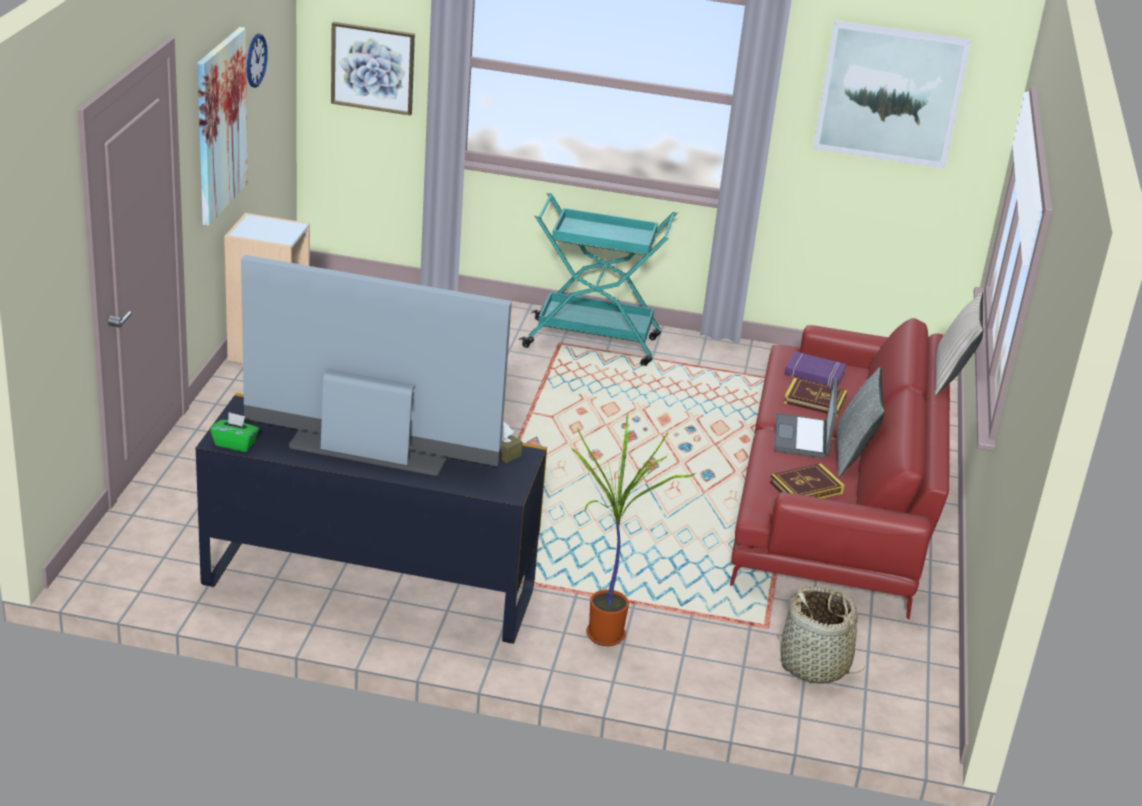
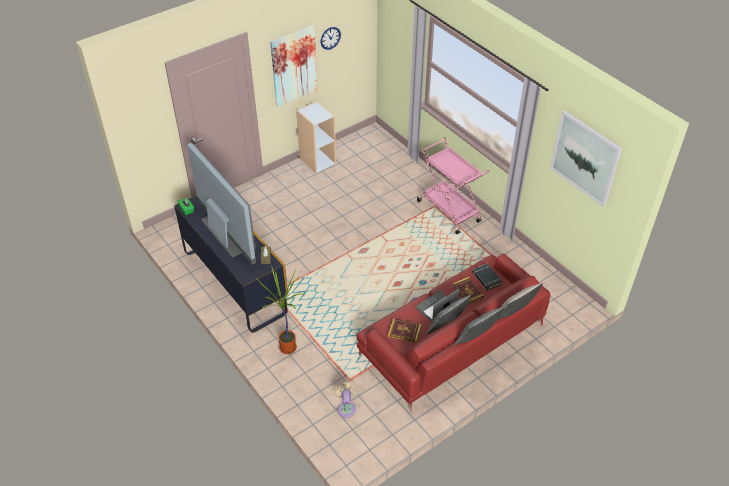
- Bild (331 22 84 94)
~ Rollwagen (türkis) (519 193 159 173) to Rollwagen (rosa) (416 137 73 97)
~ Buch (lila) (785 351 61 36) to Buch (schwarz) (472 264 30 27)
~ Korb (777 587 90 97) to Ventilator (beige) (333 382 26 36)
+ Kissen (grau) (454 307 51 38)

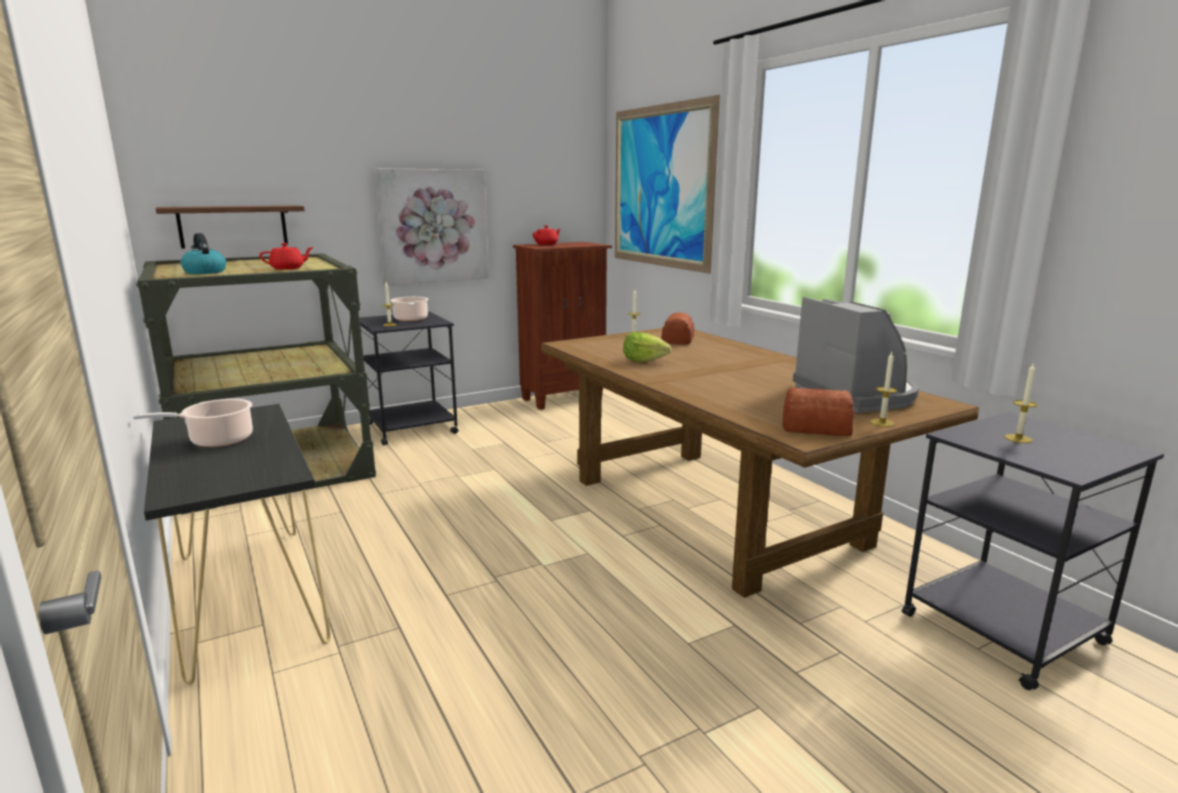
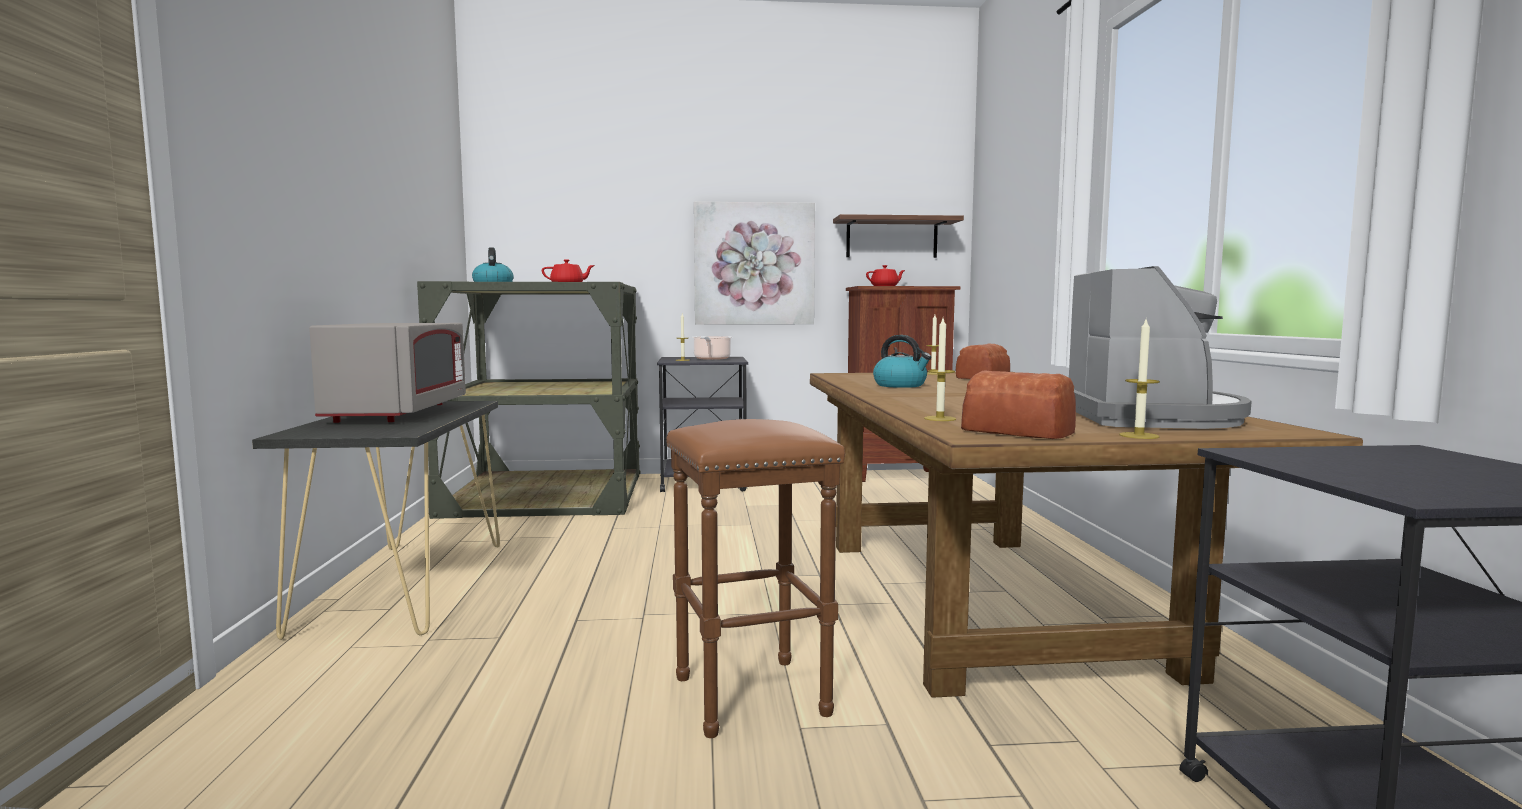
- Bild (615 95 105 179)
~ Wandregal (155 205 150 44) to (833 214 131 44)
~ Salatkopf (623 332 48 30) to Wasserkessel (873 335 58 53)
~ Kerze (1005 362 32 81) to (924 318 32 103)
~ Kochtopf (133 399 120 48) to Mikrowelle (grau) (309 323 157 100)
+ Hocker (braun) (666 419 179 319)

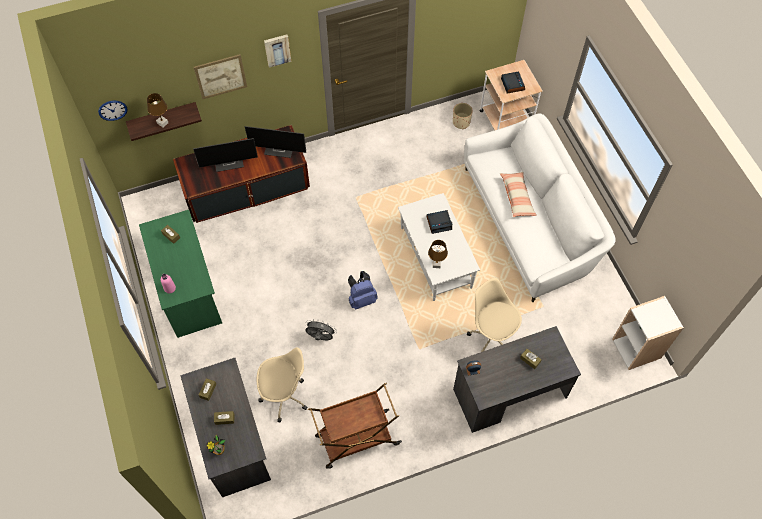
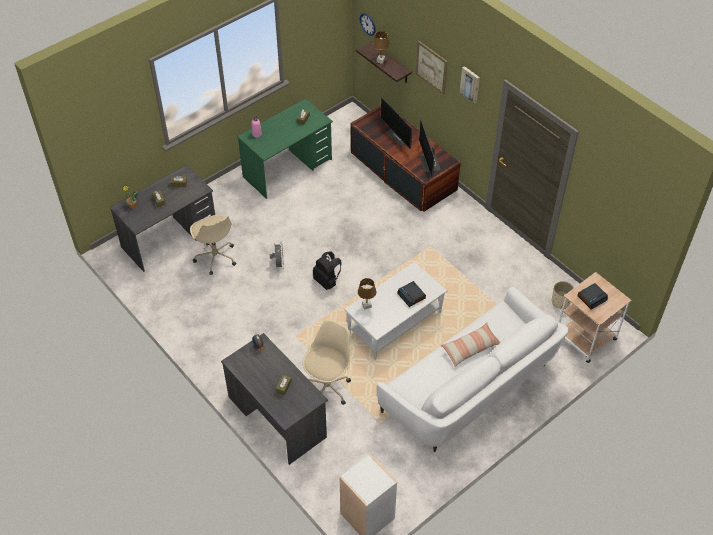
~ Rucksack (blau) (348 271 30 38) to Rucksack (schwarz) (313 251 29 39)
- Rollwagen (braun) (308 383 94 86)

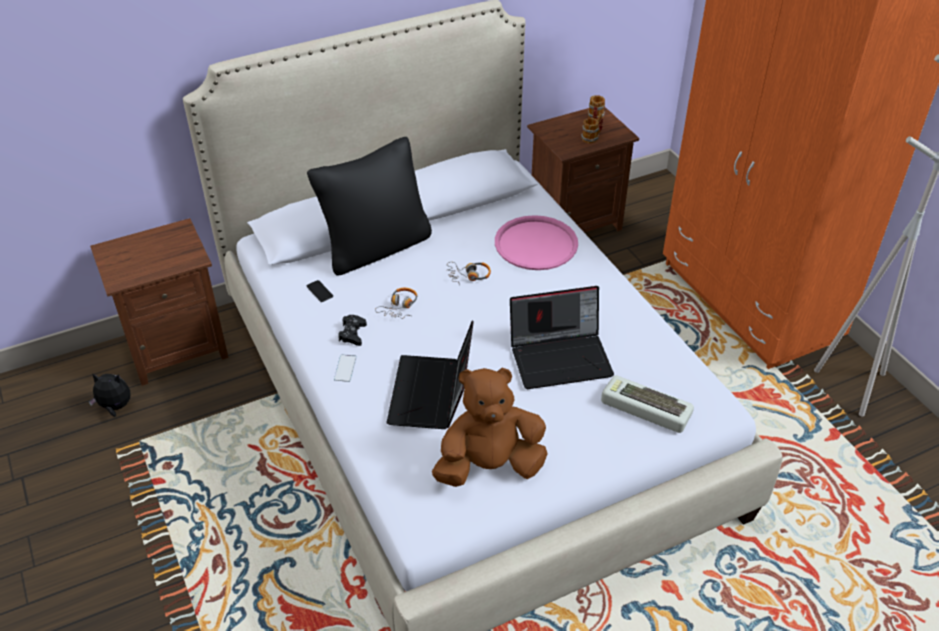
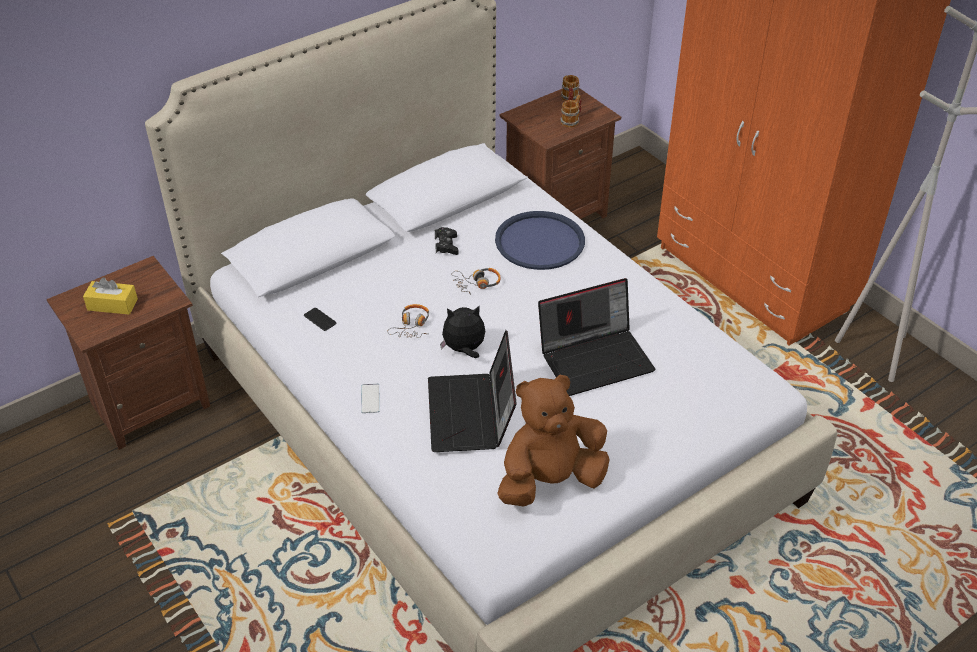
- Kissen (schwarz) (307 137 125 139)
~ Tablett (rosa) (495 215 83 55) to Tablett (blau) (495 211 90 59)
~ Gamepad (schwarz) (338 315 29 31) to (435 227 24 28)
~ Plüschtier (88 373 42 44) to (440 306 45 52)
- Tastatur (601 376 93 57)
+ Taschentuchbox (gelb) (83 277 55 38)

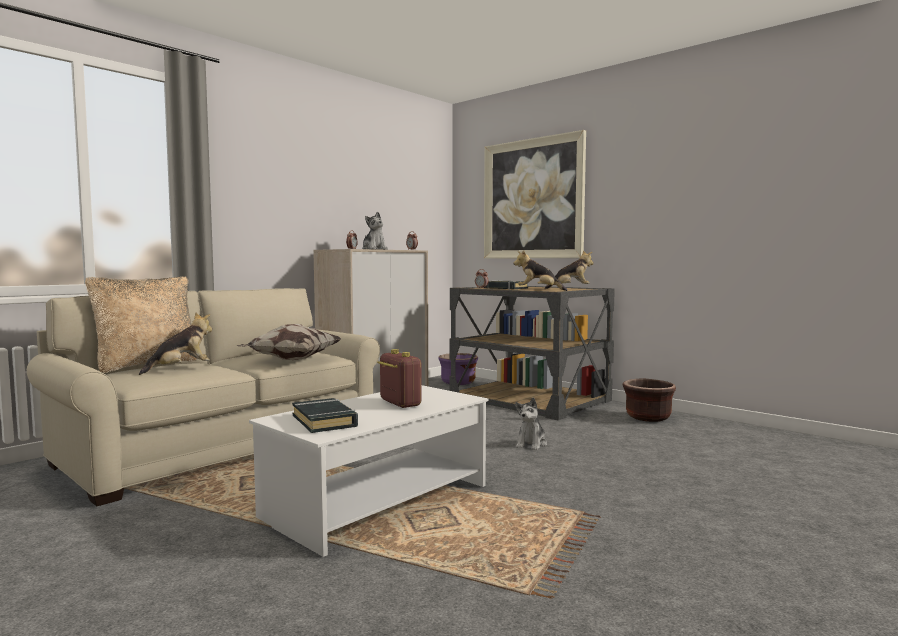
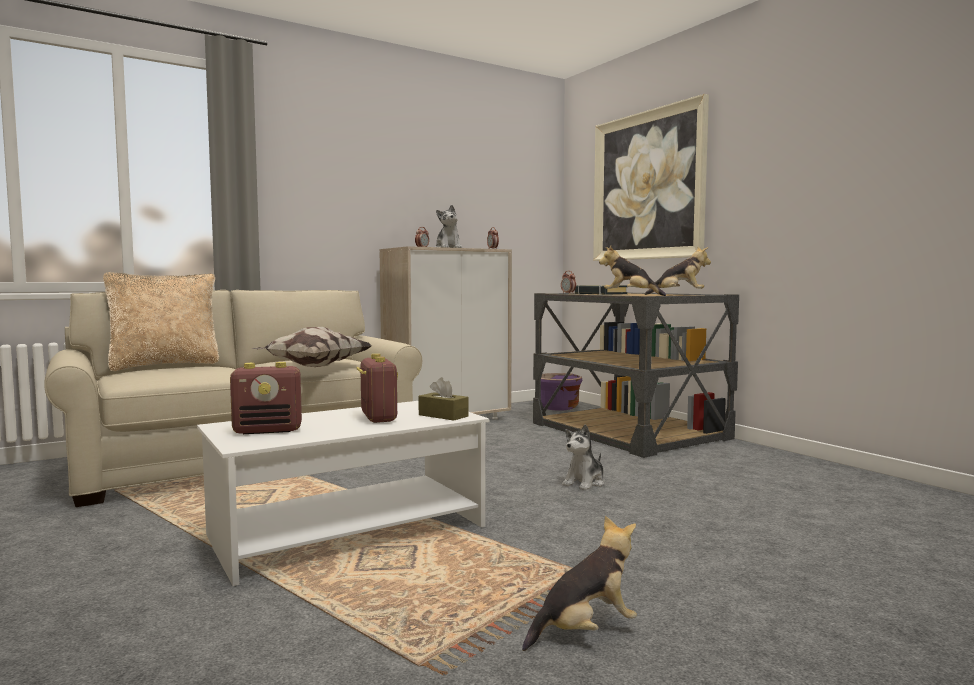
~ Plüschtier (139 312 73 63) to (522 516 115 135)
- Pflanzkübel (braun) (623 379 53 43)
~ Buch (schwarz) (292 398 66 35) to Radio (230 362 72 72)
+ Taschentuchbox (braun) (418 377 51 44)

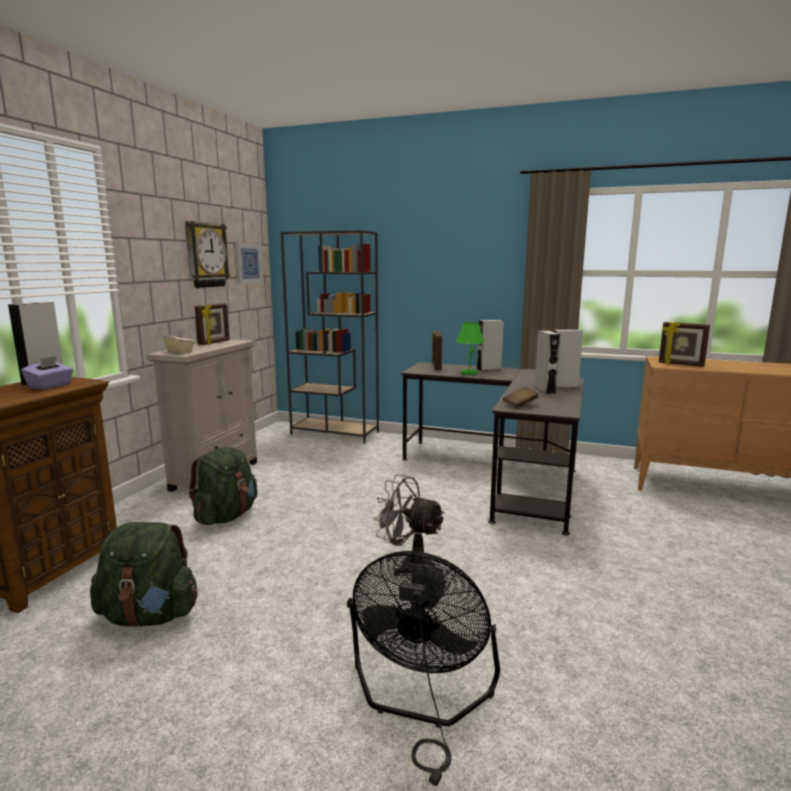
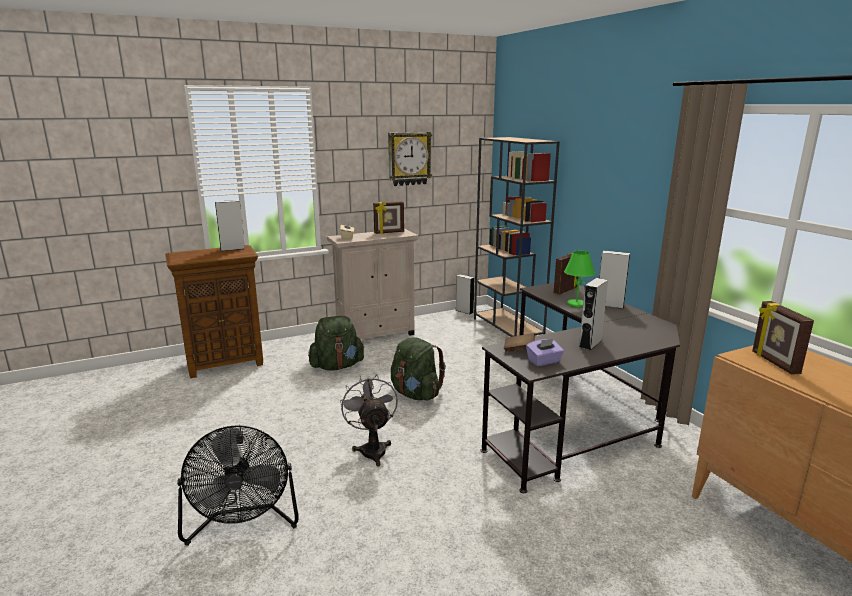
- Bild (235 242 28 42)
~ Lautsprecher (grau) (553 329 30 59) to (455 274 20 40)
~ Taschentuchbox (lila) (21 356 52 34) to (526 338 38 28)
~ Rucksack (grün) (90 522 108 105) to (391 337 55 64)
~ Ventilator (schwarz) (347 551 153 235) = (177 425 122 121) 105 degrees clockwise

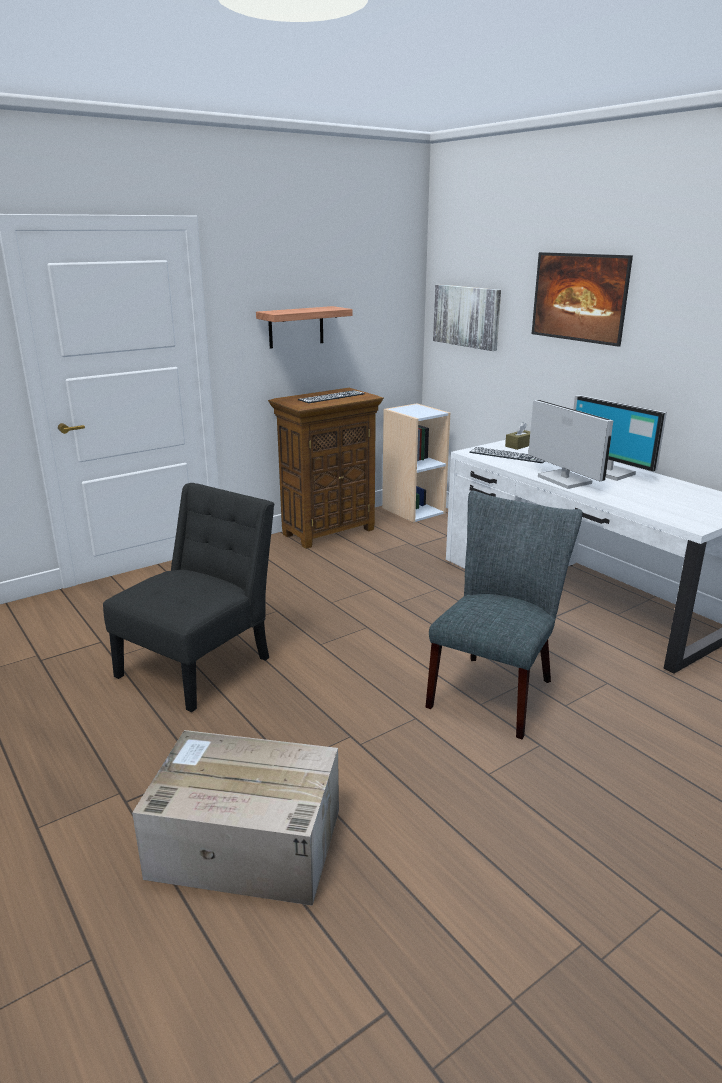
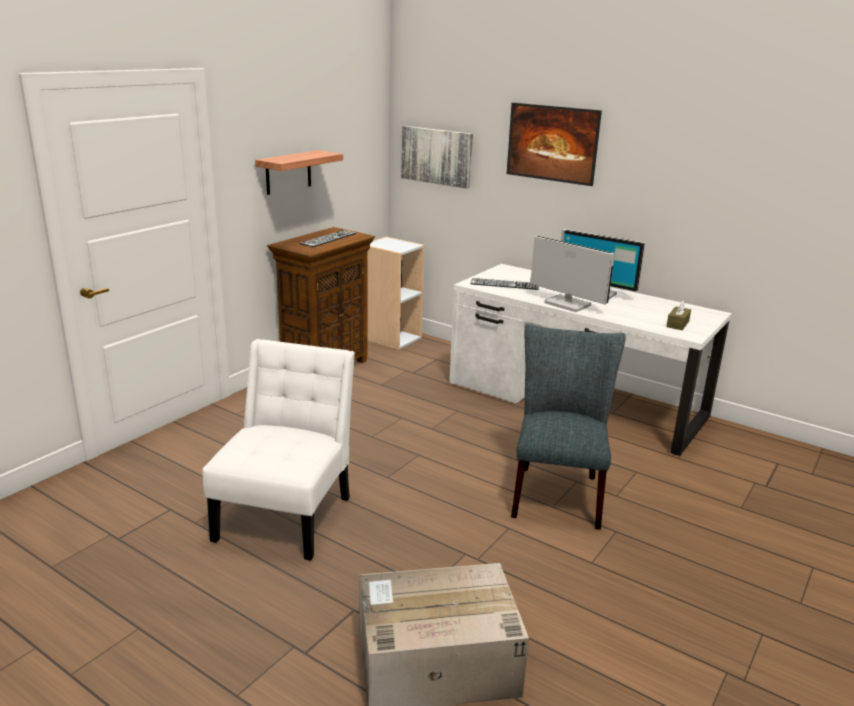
~ Taschentuchbox (braun) (505 422 25 28) to (666 300 25 30)
~ Stuhl (schwarz) (103 483 171 229) to Stuhl (weiß) (202 339 153 222)

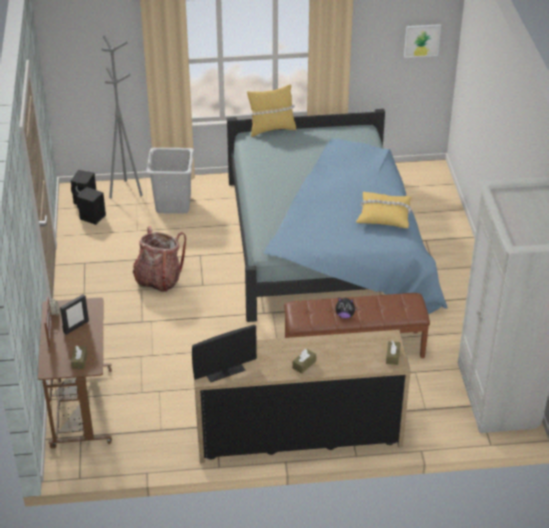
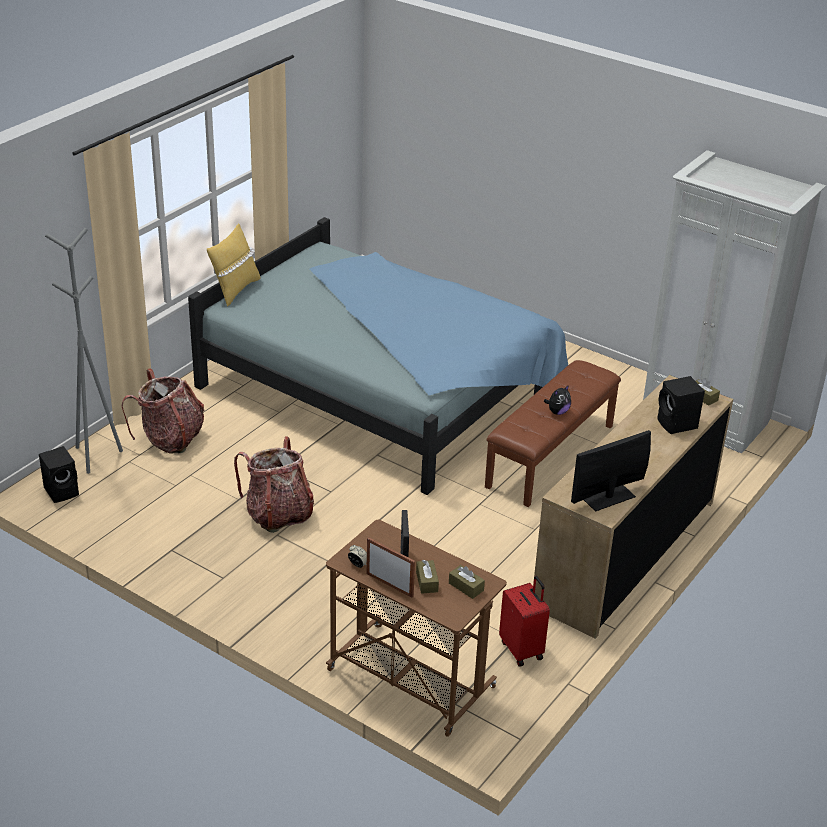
- Bild (404 24 37 34)
~ Wäschekorb (grau) (146 148 48 66) to Rucksack (122 368 82 86)
~ Lautsprecher (schwarz) (77 187 29 38) to (657 376 48 58)
- Kissen (gelb) (356 191 56 37)
~ Monitor (192 325 65 57) = (571 430 80 82) 135 degrees counterclockwise
~ Taschentuchbox (braun) (292 349 24 25) to (416 560 23 34)
+ Koffer (rot) (499 576 51 91)

